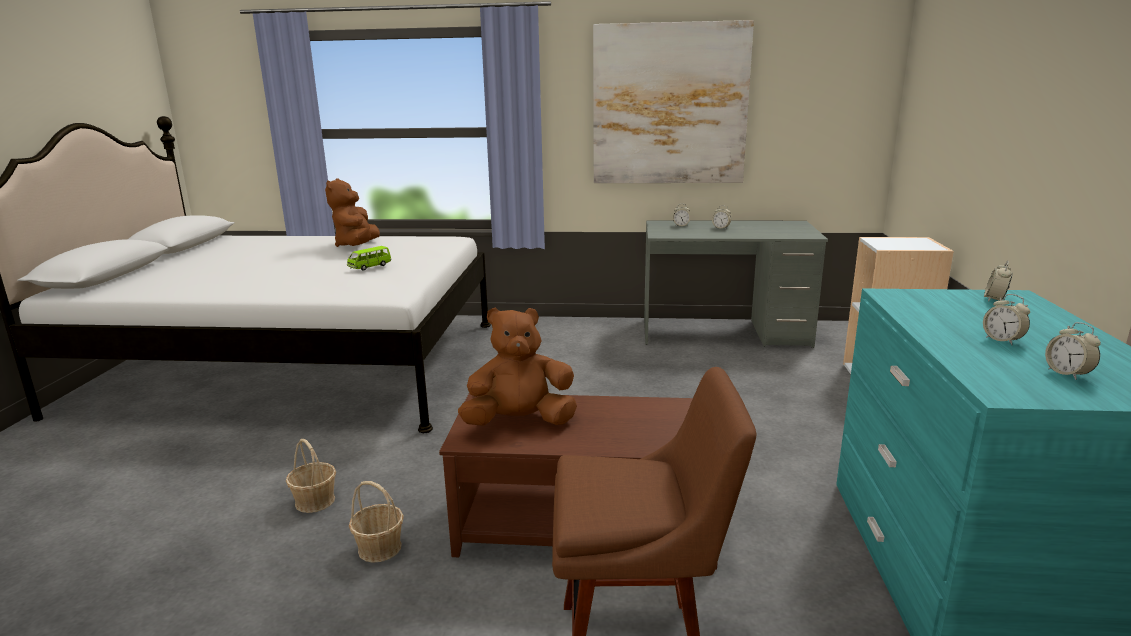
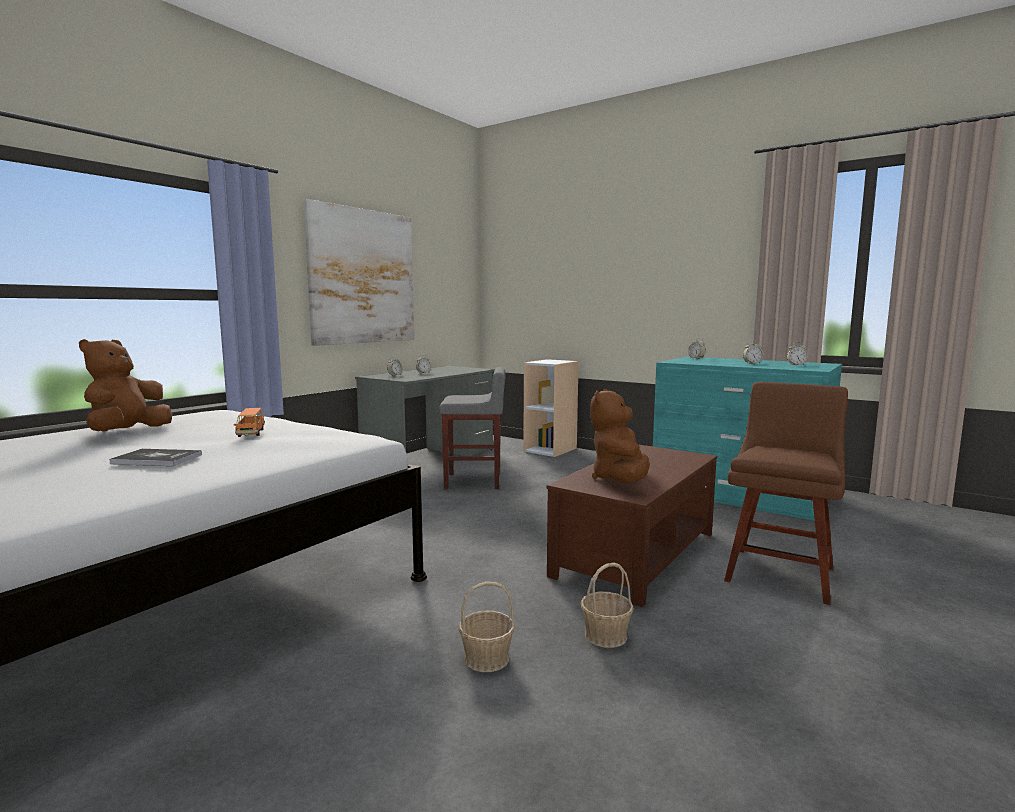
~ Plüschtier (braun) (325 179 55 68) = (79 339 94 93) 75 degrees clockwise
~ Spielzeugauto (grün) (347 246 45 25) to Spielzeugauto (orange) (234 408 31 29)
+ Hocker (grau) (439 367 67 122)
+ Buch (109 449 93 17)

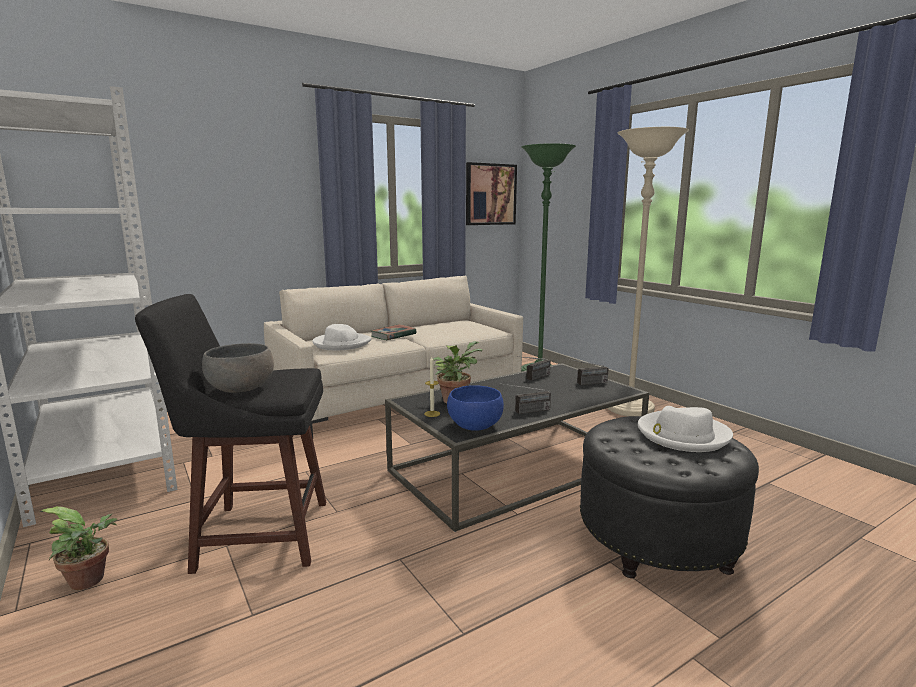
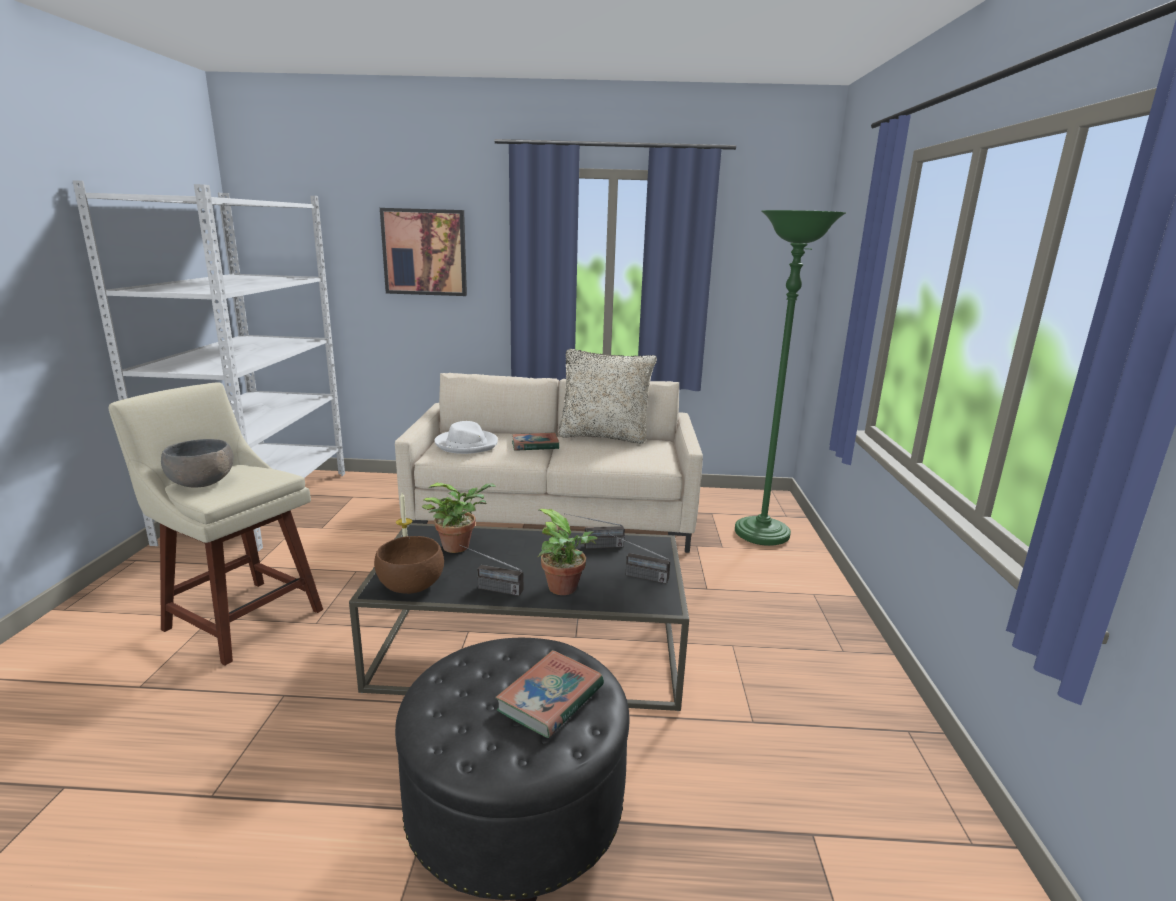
- Stehlampe (beige) (607 127 82 289)
~ Bild (466 162 51 63) to (380 208 87 88)
~ Hocker (schwarz) (135 294 191 280) to Hocker (beige) (109 382 214 283)
~ Schüssel (blau) (447 385 57 46) to Schüssel (braun) (374 536 70 58)
~ Hut (weiß) (638 406 95 46) to Buch (495 650 109 88)
~ Topfpflanze (40 506 77 84) to (538 509 60 86)
+ Kissen (beige) (559 349 98 95)

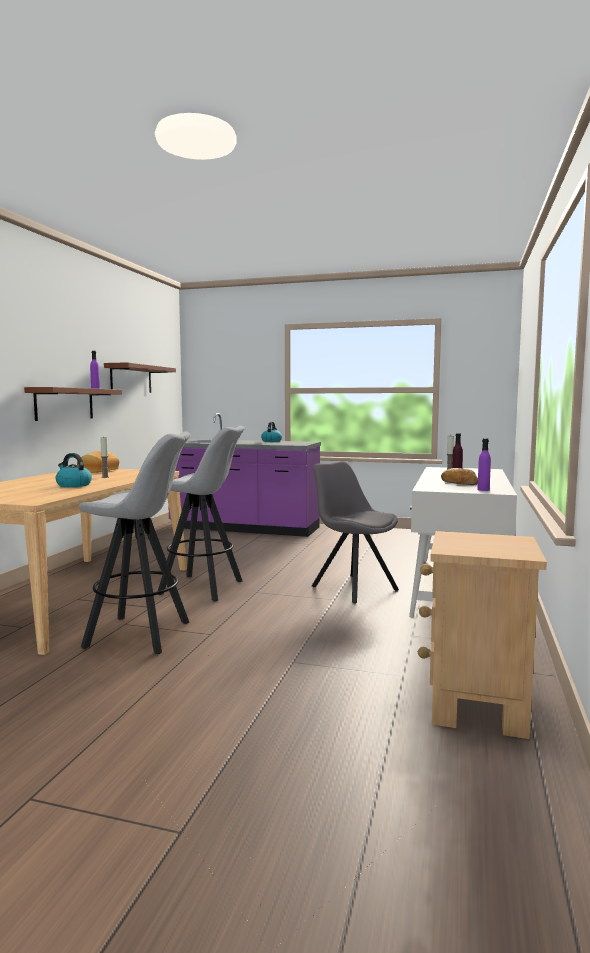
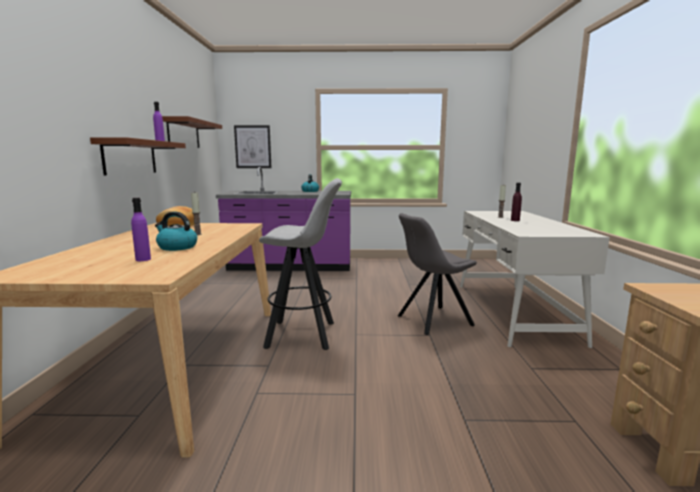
- Hocker (grau) (79 431 112 223)
~ Flasche (lila) (477 438 14 53) to (131 198 20 63)
~ Stuhl (grau) (312 461 87 142) = (398 213 79 122) 60 degrees counterclockwise
- Brot (441 468 37 17)
+ Bild (234 125 37 43)

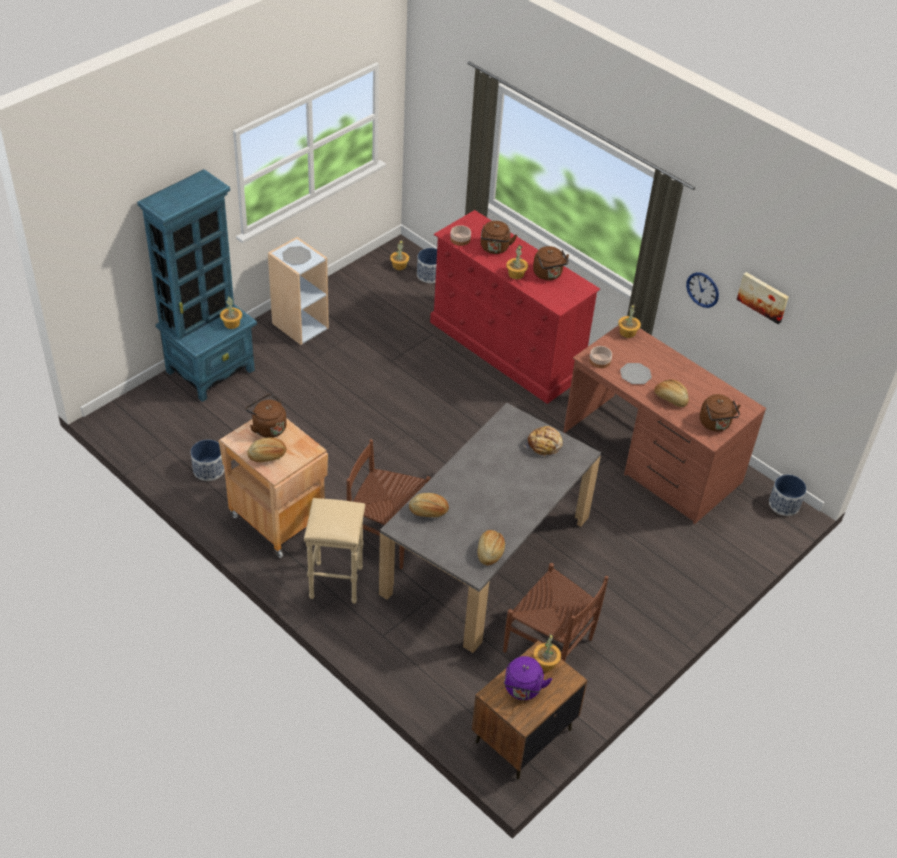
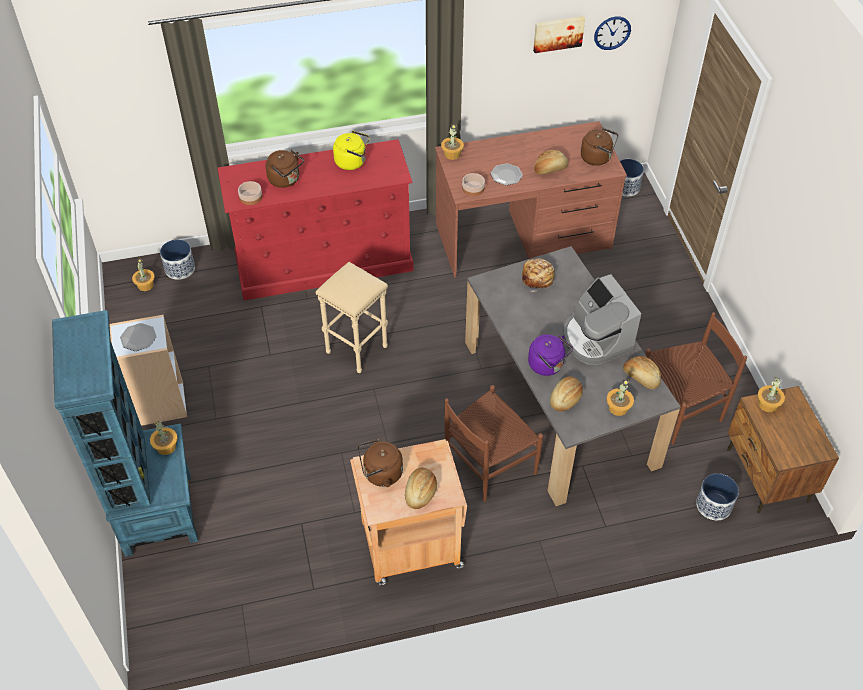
~ Topfpflanze (506 245 22 34) to (606 379 28 37)
~ Wasserkessel (braun) (533 246 36 34) to Wasserkessel (gelb) (333 131 37 39)
~ Wanduhr (686 272 33 36) to (594 17 37 33)
~ Pflanzkübel (191 440 33 41) to (696 473 43 47)
~ Hocker (beige) (304 498 61 106) to (315 262 73 111)
~ Wasserkessel (lila) (504 656 48 44) to (528 335 45 41)
+ Kaffeemaschine (563 274 78 91)

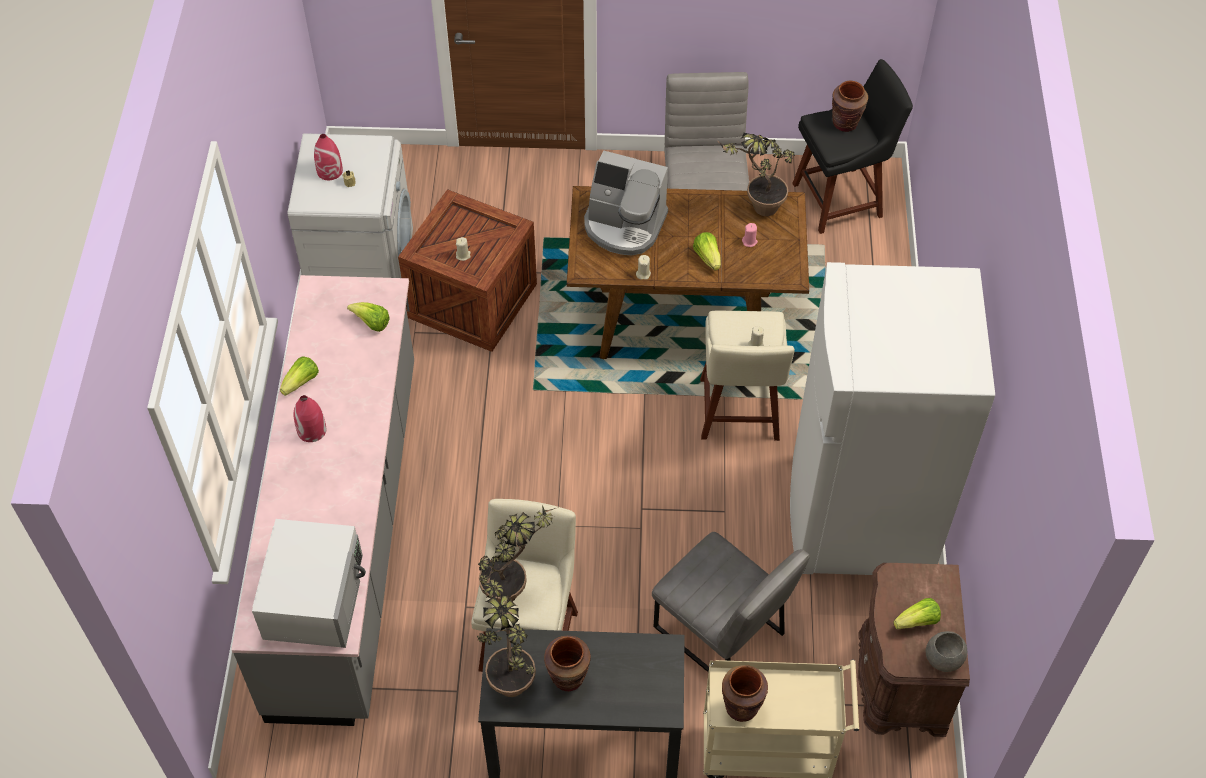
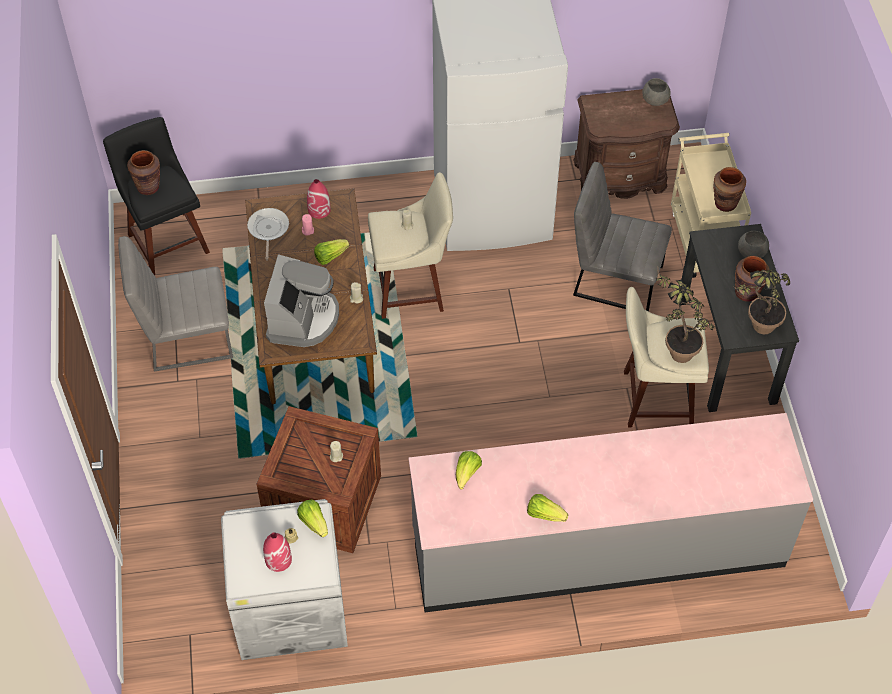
~ Topfpflanze (716 133 79 83) to Pfanne (247 208 42 52)
~ Vase (rot) (294 395 33 47) to (307 179 24 40)
- Mikrowelle (weiß) (252 519 114 129)
~ Stuhl (grau) (652 532 158 141) = (573 162 99 150) 105 degrees counterclockwise
~ Salatkopf (893 598 48 31) to (297 500 31 37)
+ Schüssel (grau) (738 231 31 27)

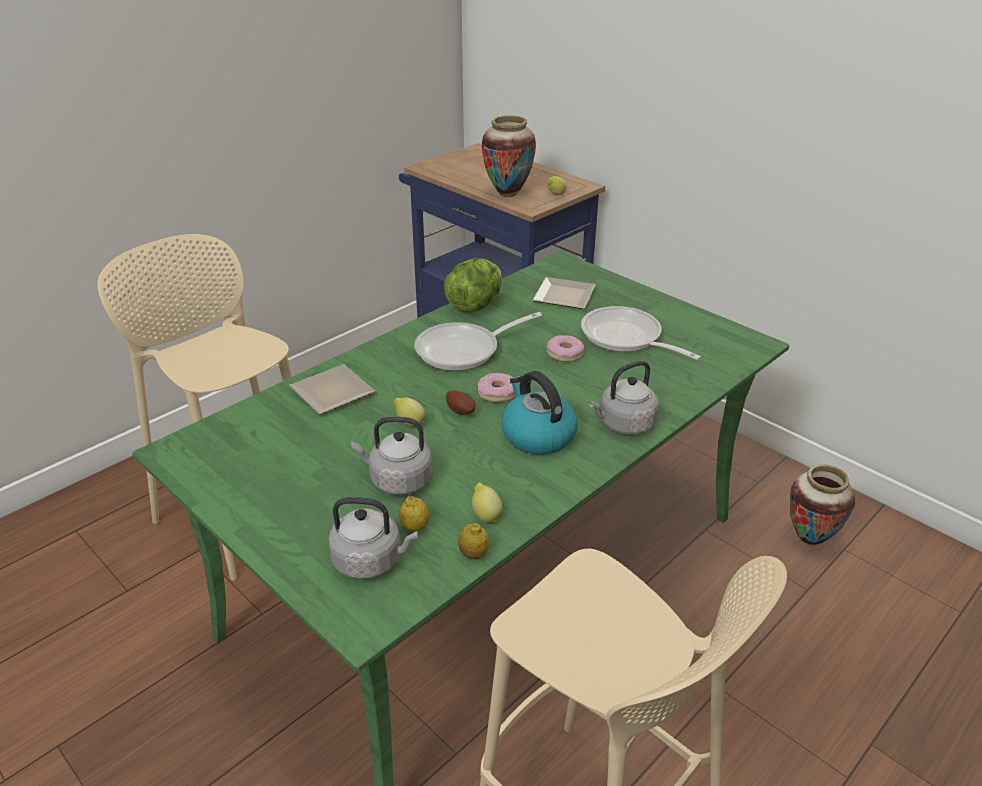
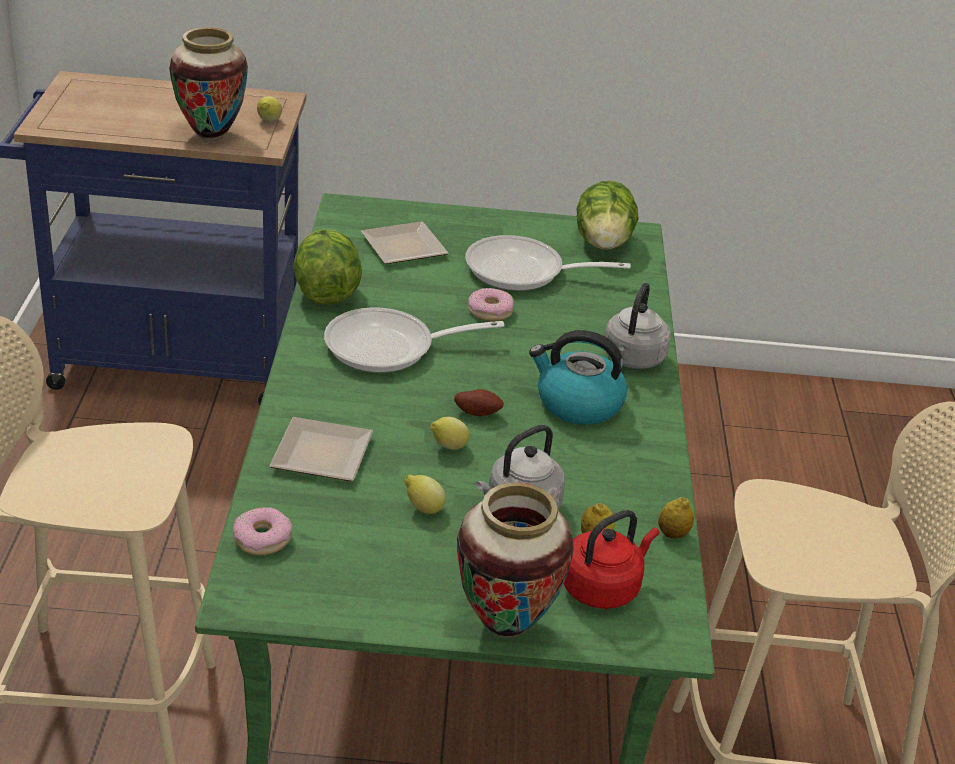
~ Pfanne (414 312 128 59) = (324 307 180 66) 60 degrees clockwise
~ Donut (478 373 37 30) to (233 507 59 48)
~ Vase (790 464 65 81) to (457 482 117 155)
~ Zitrone (472 482 31 40) to (404 475 41 39)
~ Wasserkessel (grau) (328 497 90 82) to Wasserkessel (rot) (563 510 96 99)
+ Salatkopf (576 181 62 69)

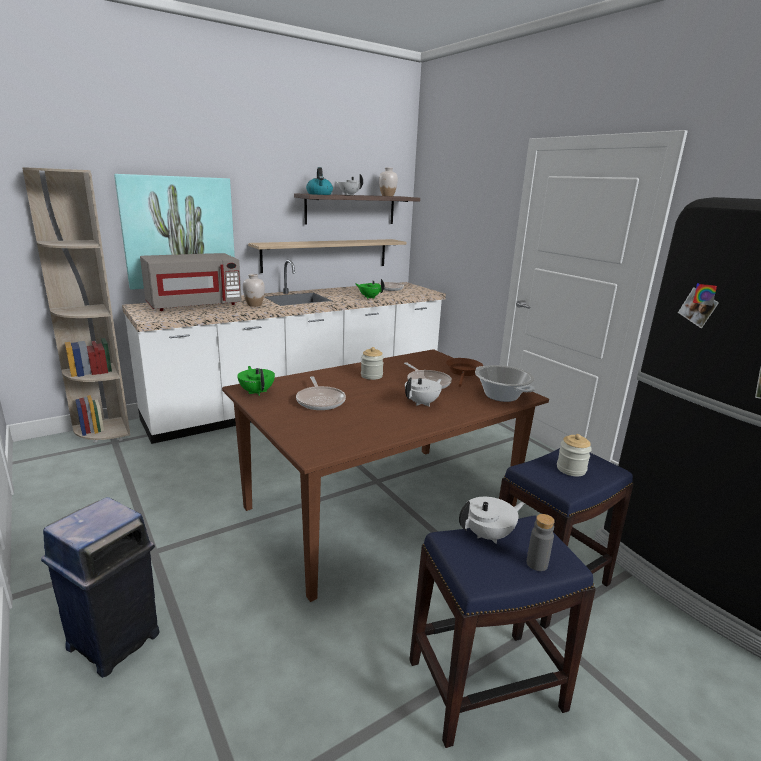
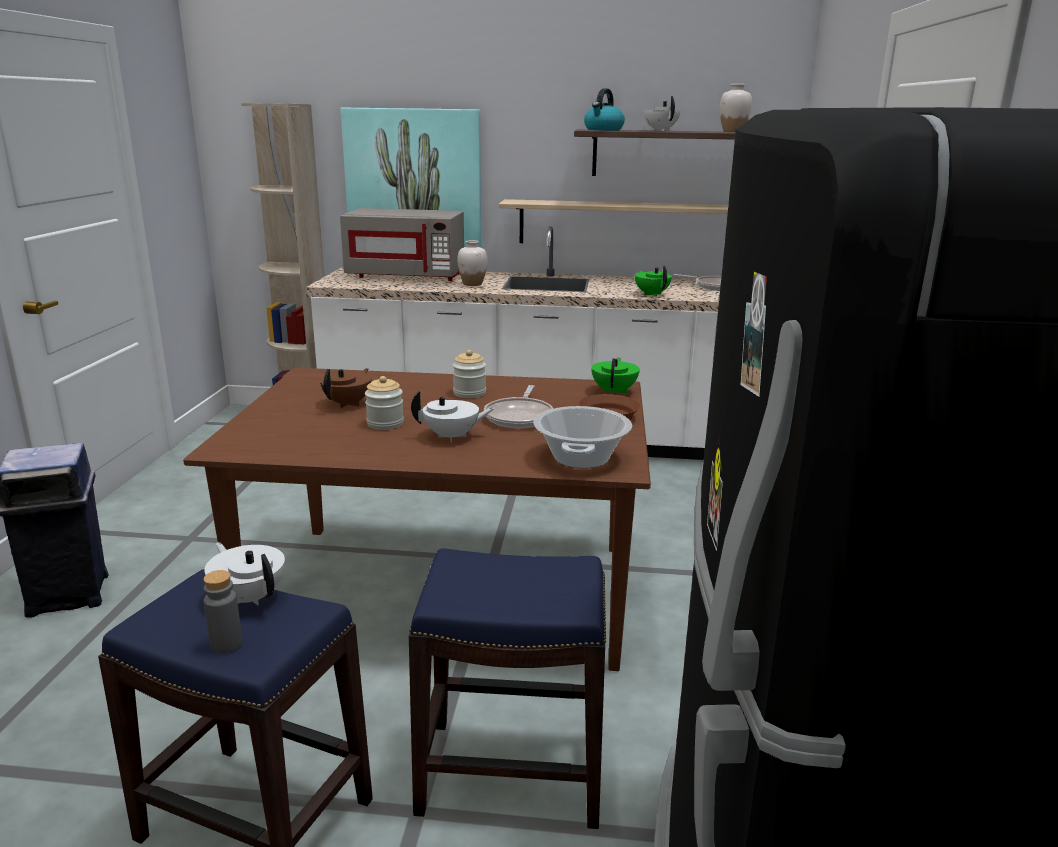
~ Teekanne (grün) (237 366 38 30) to (591 358 49 36)
~ Pfanne (296 376 50 34) to Teekanne (braun) (320 368 52 40)
~ Vorratsglas (557 434 35 42) to (365 376 39 54)
~ Teekanne (weiß) (459 497 66 47) = (204 542 81 64) 150 degrees counterclockwise

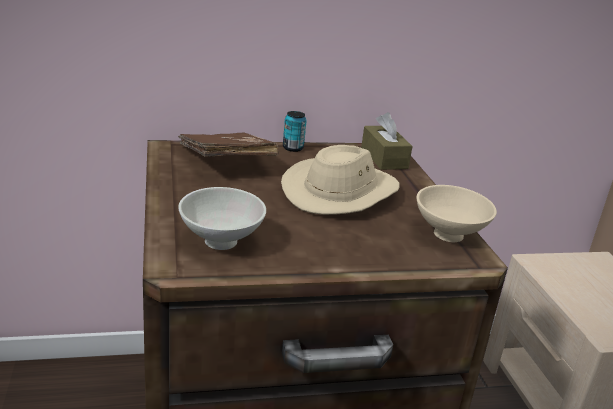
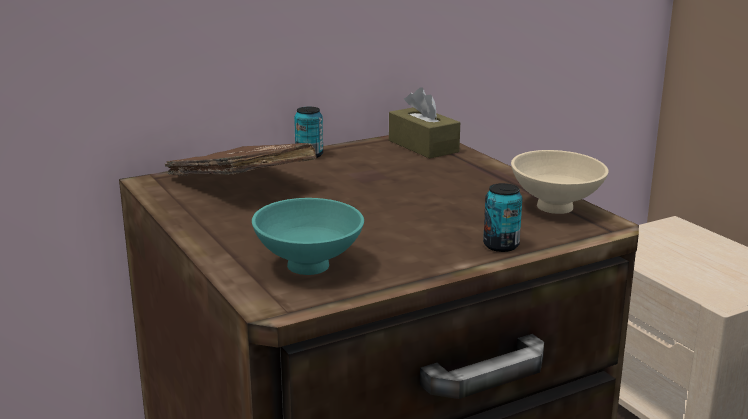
- Hut (beige) (281 145 119 70)
~ Schüssel (weiß) (178 187 88 63) to Schüssel (türkis) (252 198 112 77)
+ Dose (483 183 39 69)

